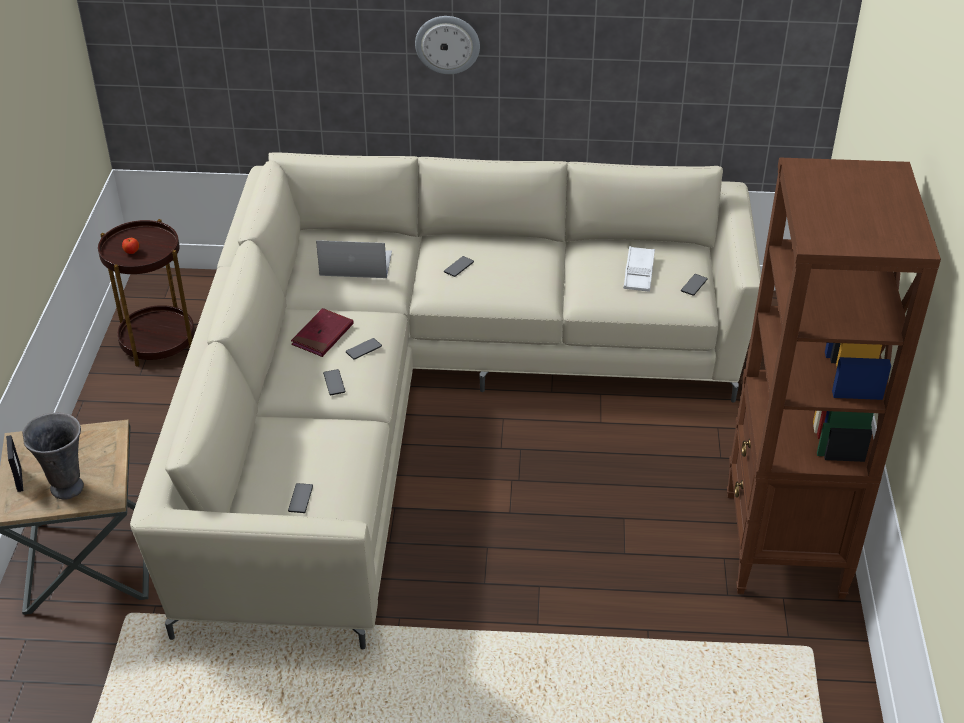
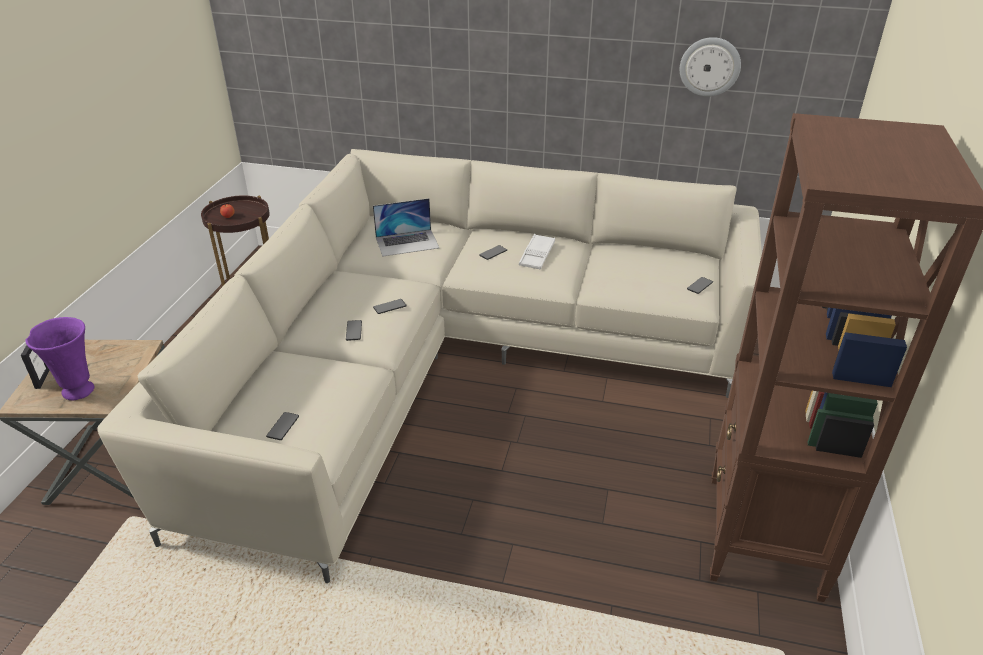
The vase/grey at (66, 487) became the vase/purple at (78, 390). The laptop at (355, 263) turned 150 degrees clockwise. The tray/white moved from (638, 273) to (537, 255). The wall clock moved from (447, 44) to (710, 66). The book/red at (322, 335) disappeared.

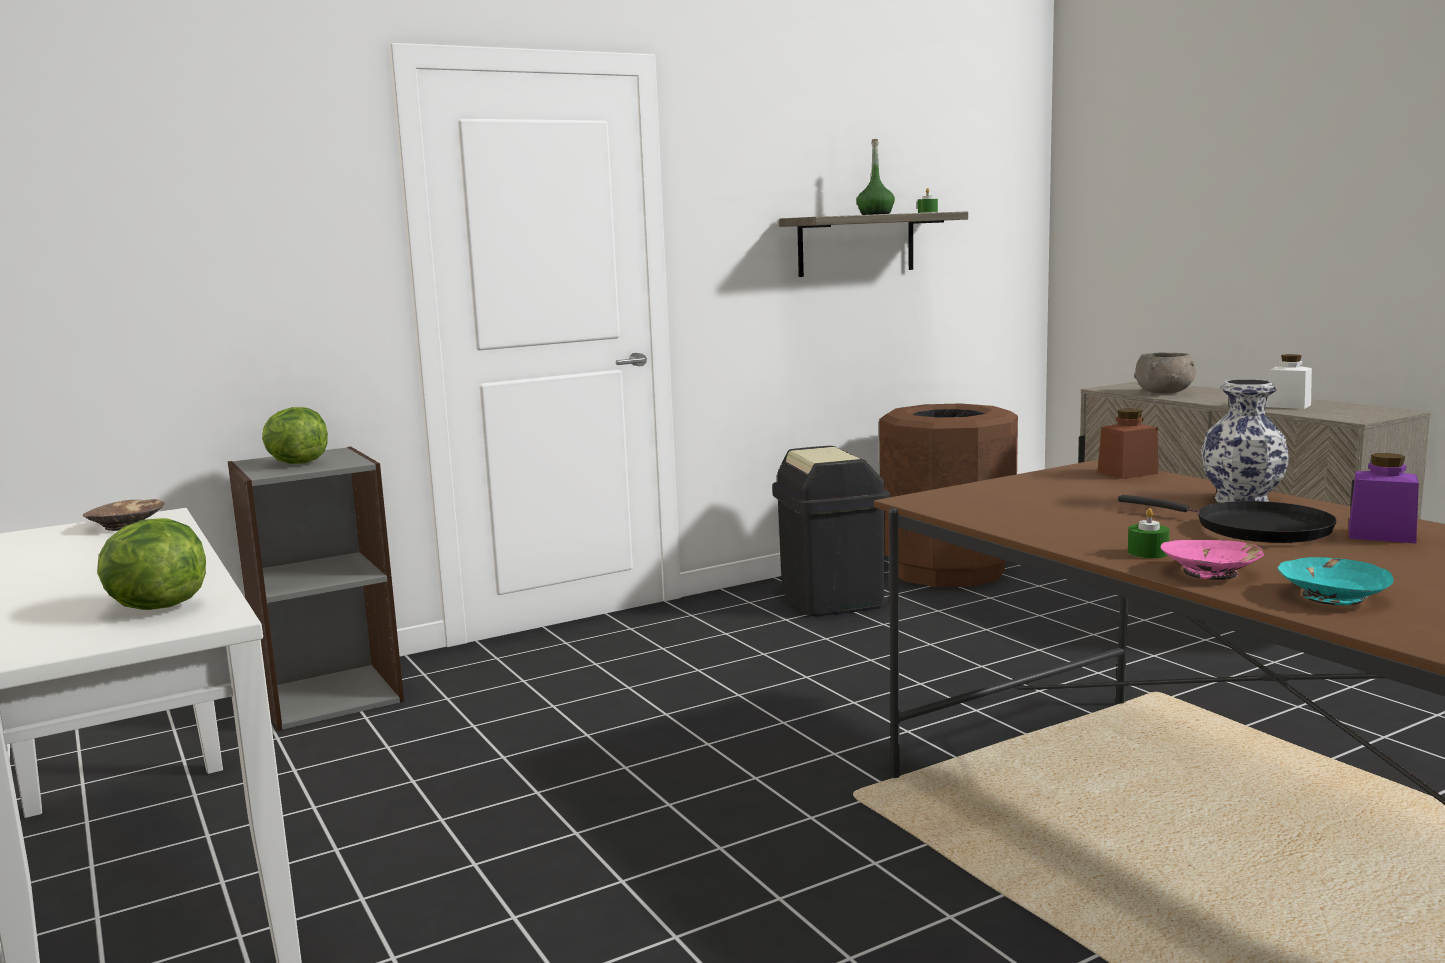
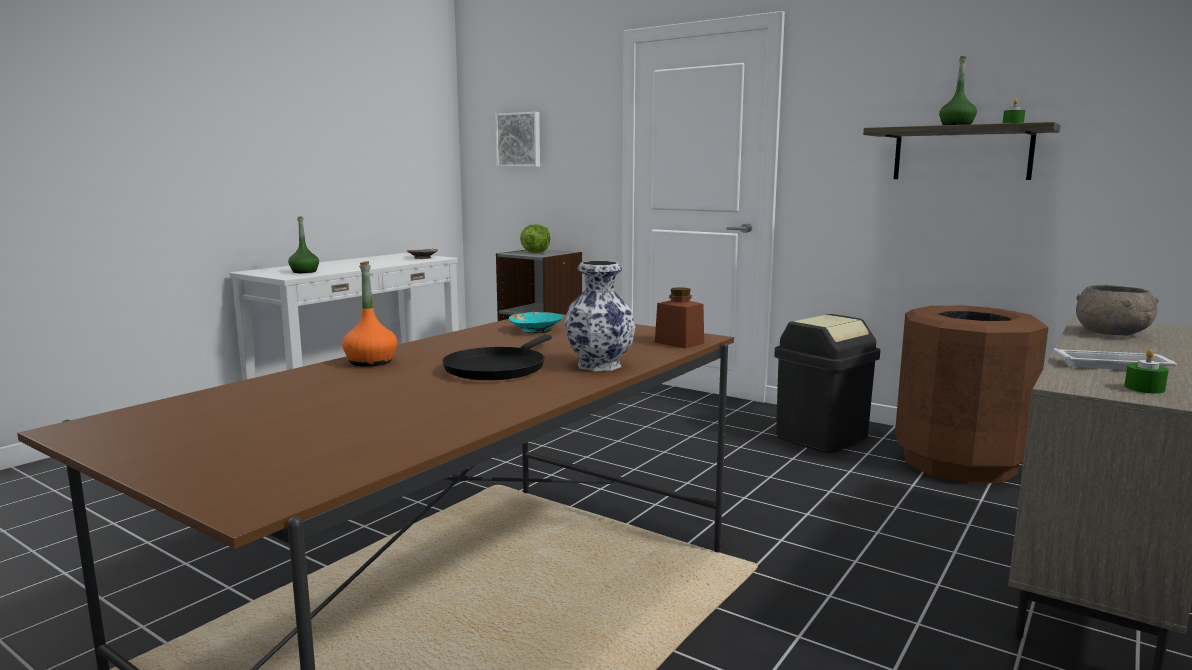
The lettuce at (155, 607) was replaced by the bottle/green at (304, 272). The bowl/pink at (1211, 572) was replaced by the bottle/orange at (370, 362). The picture at (519, 140) appeared. The bowl/turquoise moved from (1331, 596) to (536, 330). The jar/white at (1288, 406) was replaced by the tray/white at (1114, 365). The candle/green moved from (1147, 553) to (1144, 388). The jar/purple at (1381, 535) disappeared.

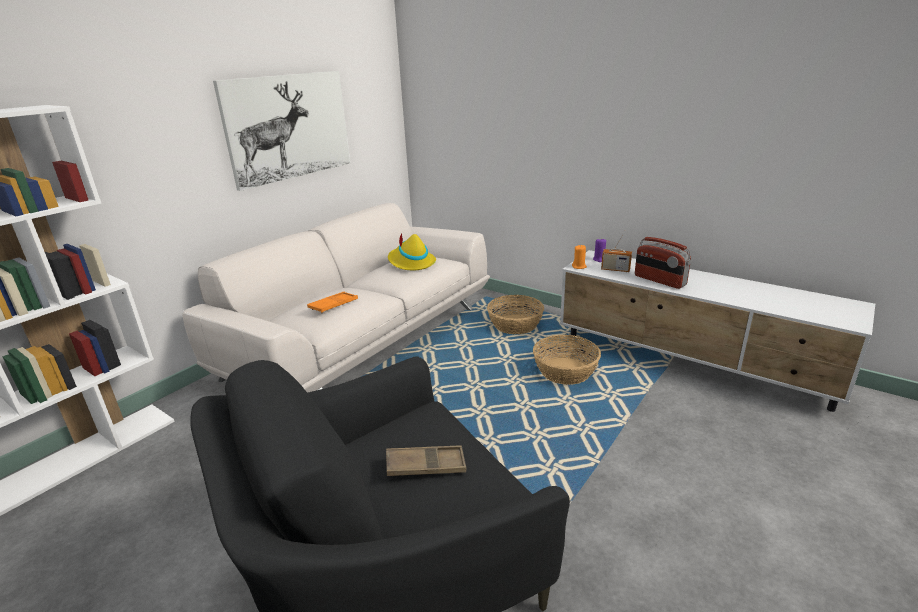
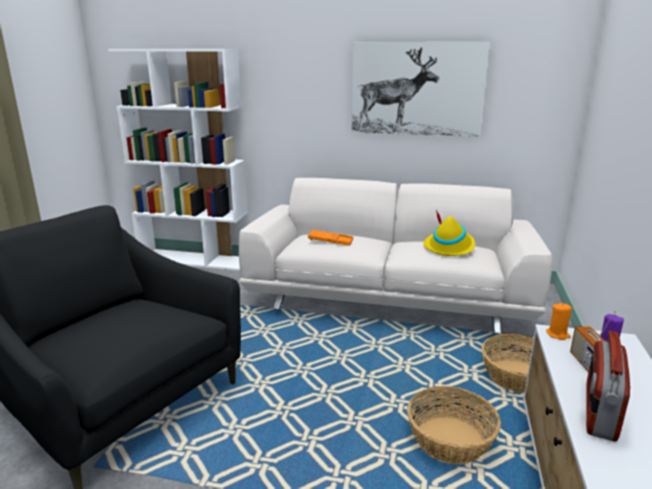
The tray/brown at (426, 466) disappeared.

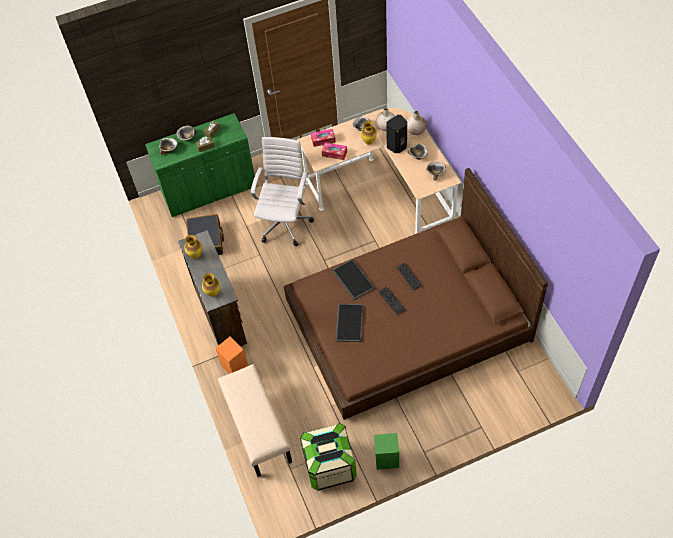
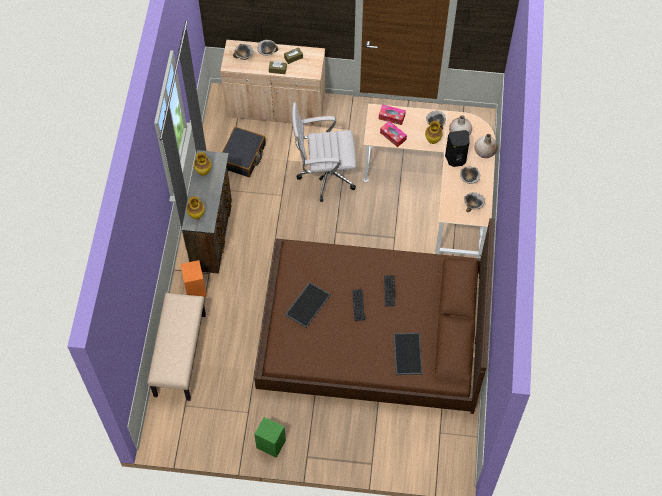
The cabinet/green at (209, 190) became the cabinet/beige at (276, 107). The office chair/white at (285, 222) turned 135 degrees counterclockwise. The tray moved from (352, 279) to (406, 353). The storage box at (330, 466) disappeared.

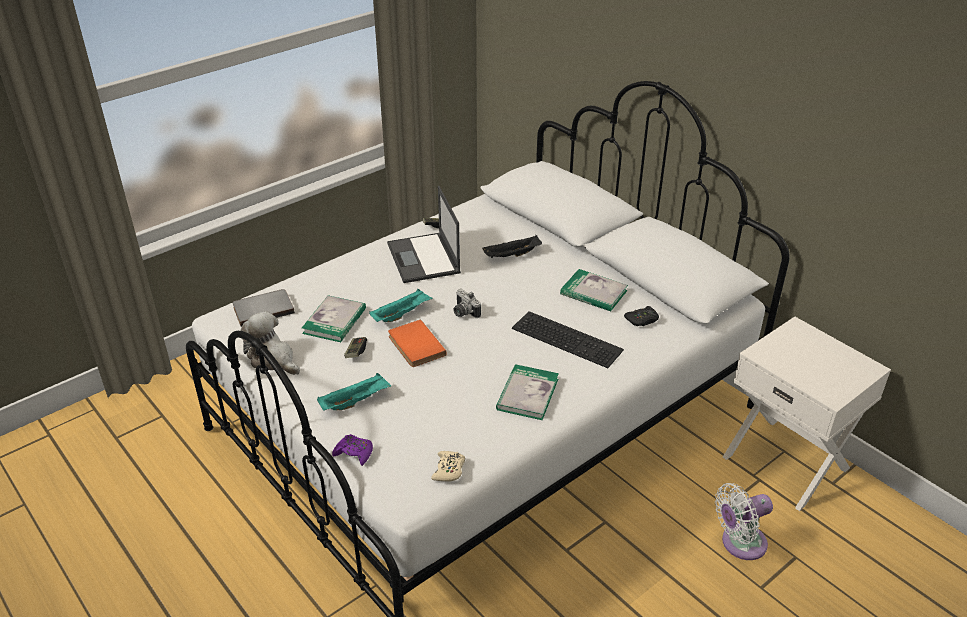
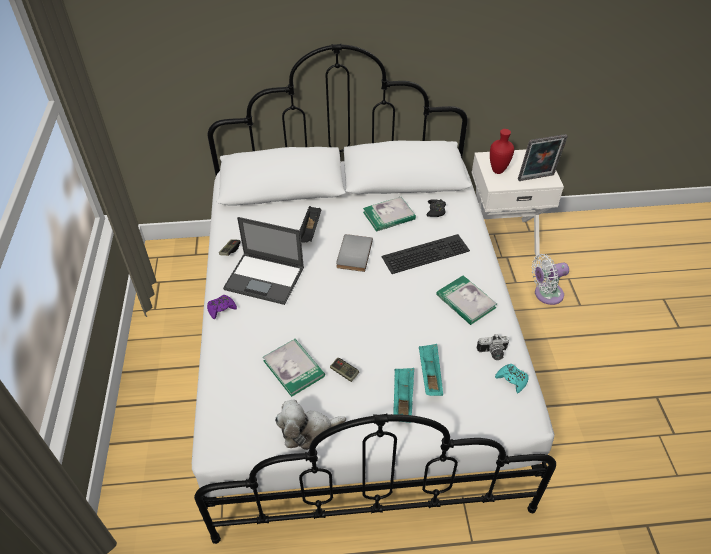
The game controller/purple moved from (354, 453) to (221, 308). The book/grey moved from (263, 309) to (353, 254). The tray/turquoise moved from (401, 314) to (429, 375). The photo camera moved from (463, 312) to (493, 353). The vase/red at (497, 171) appeared. The game controller/beige at (449, 470) became the game controller/turquoise at (512, 379). The picture frame at (536, 178) appeared. The fan/white at (739, 543) turned 60 degrees clockwise. The book/orange at (414, 346) disappeared.

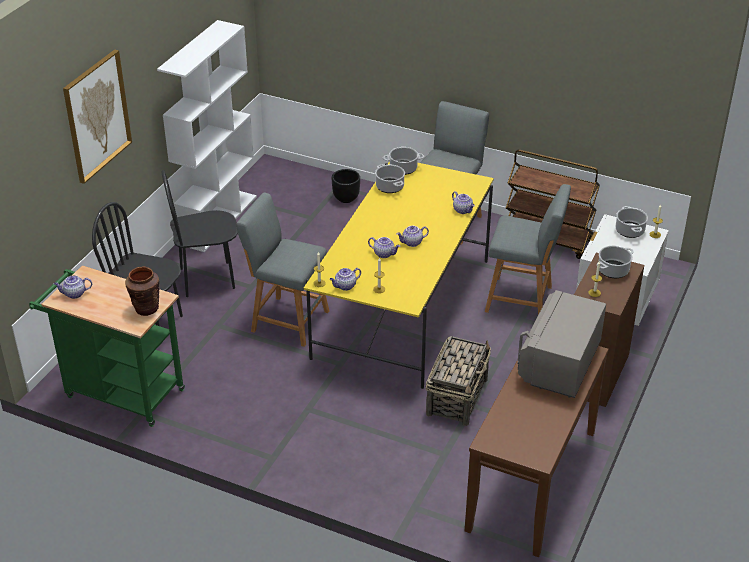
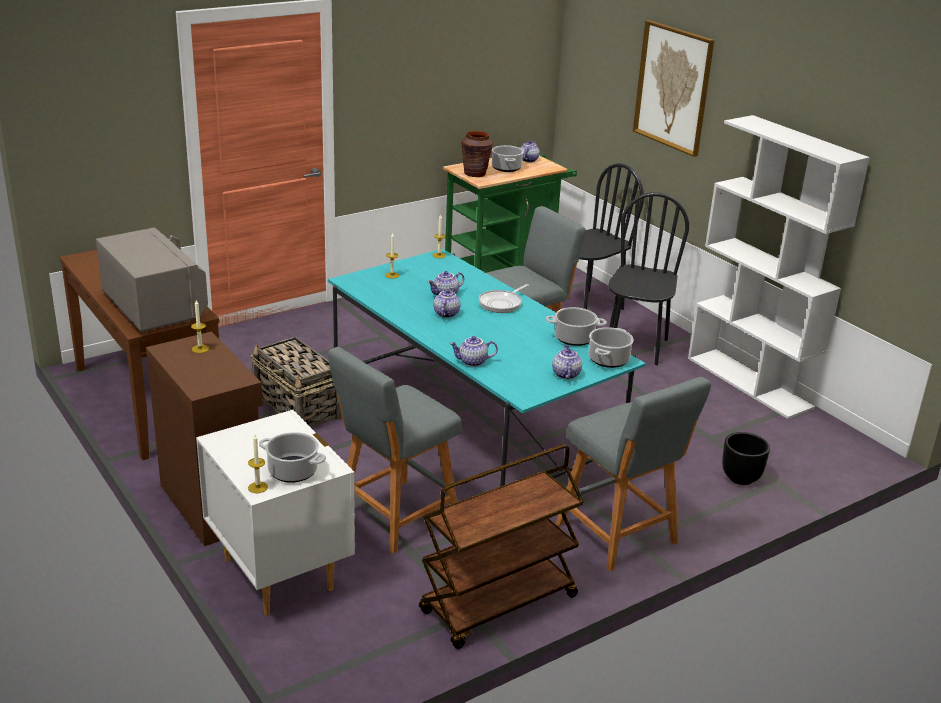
The dining table/yellow at (402, 307) became the dining table/turquoise at (471, 432). The frying pan at (502, 303) appeared. The cooking pot moved from (613, 271) to (506, 168). The teapot moved from (345, 286) to (565, 374).

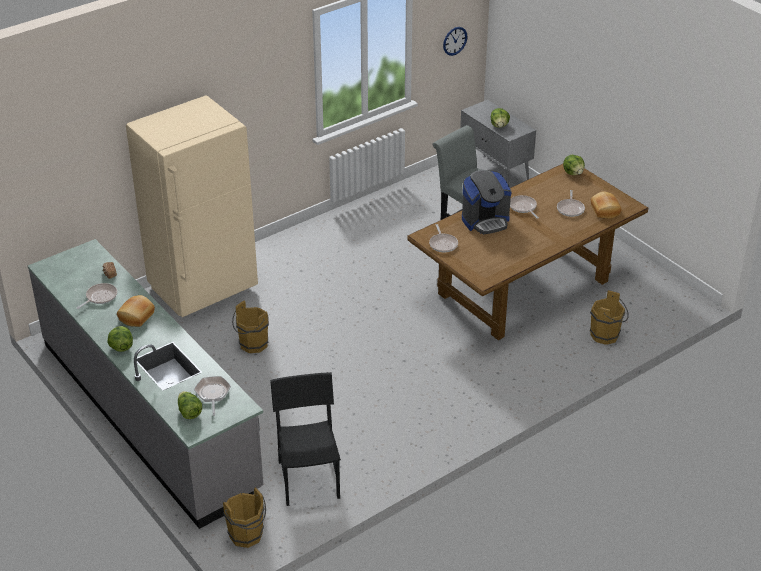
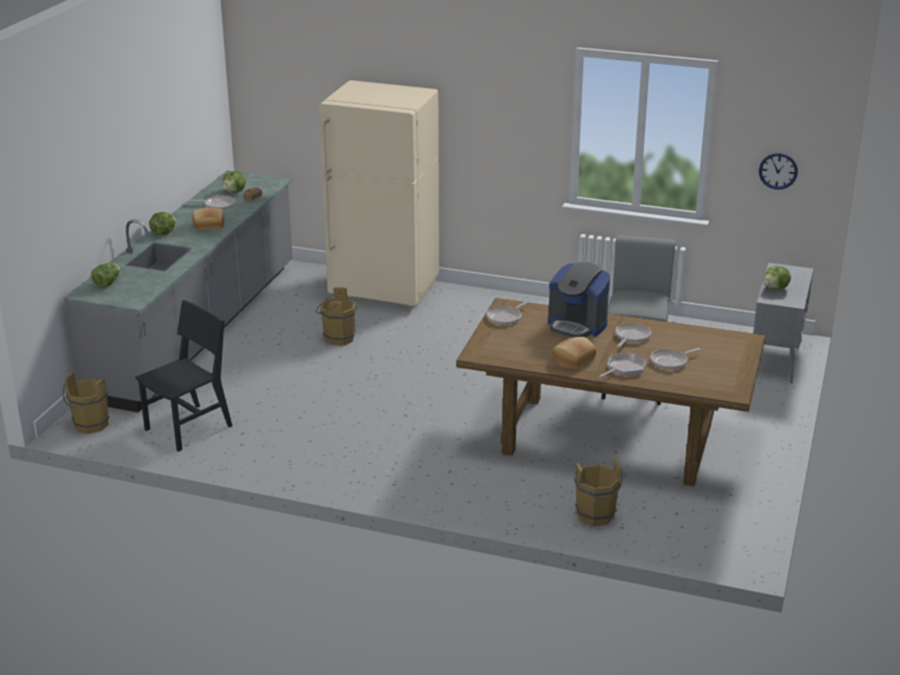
The lettuce moved from (573, 173) to (234, 192). The bread moved from (604, 211) to (572, 359). The frying pan moved from (212, 394) to (623, 368).

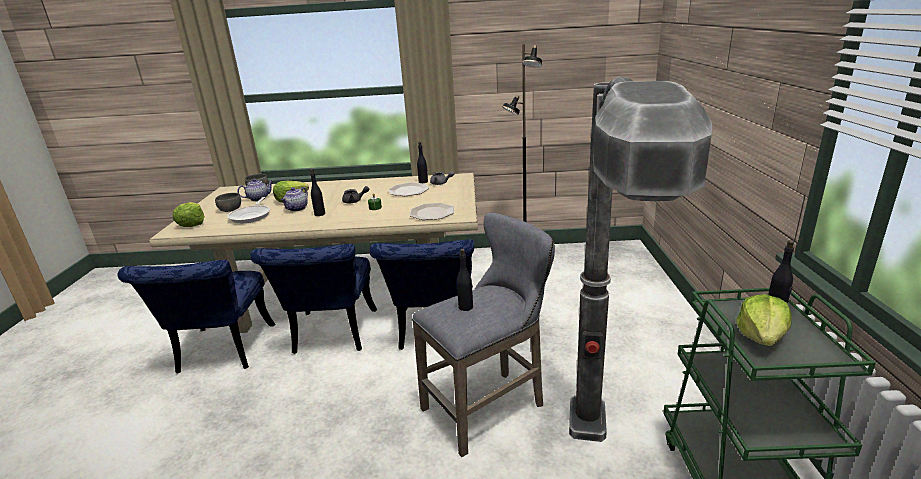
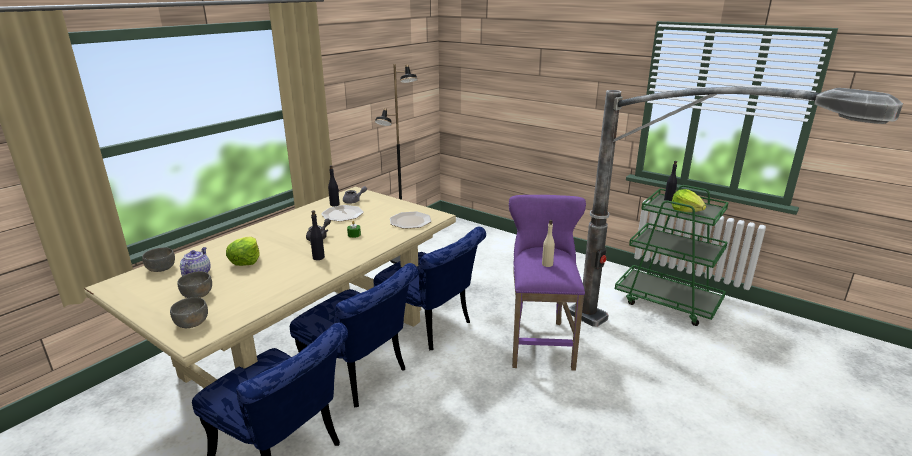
The lettuce at (192, 223) was replaced by the bowl/grey at (192, 323). The stool/grey at (489, 406) became the stool/purple at (540, 340). The bottle/black at (466, 307) became the bottle/beige at (547, 264). The frying pan at (251, 216) disappeared. The teapot at (297, 209) disappeared.

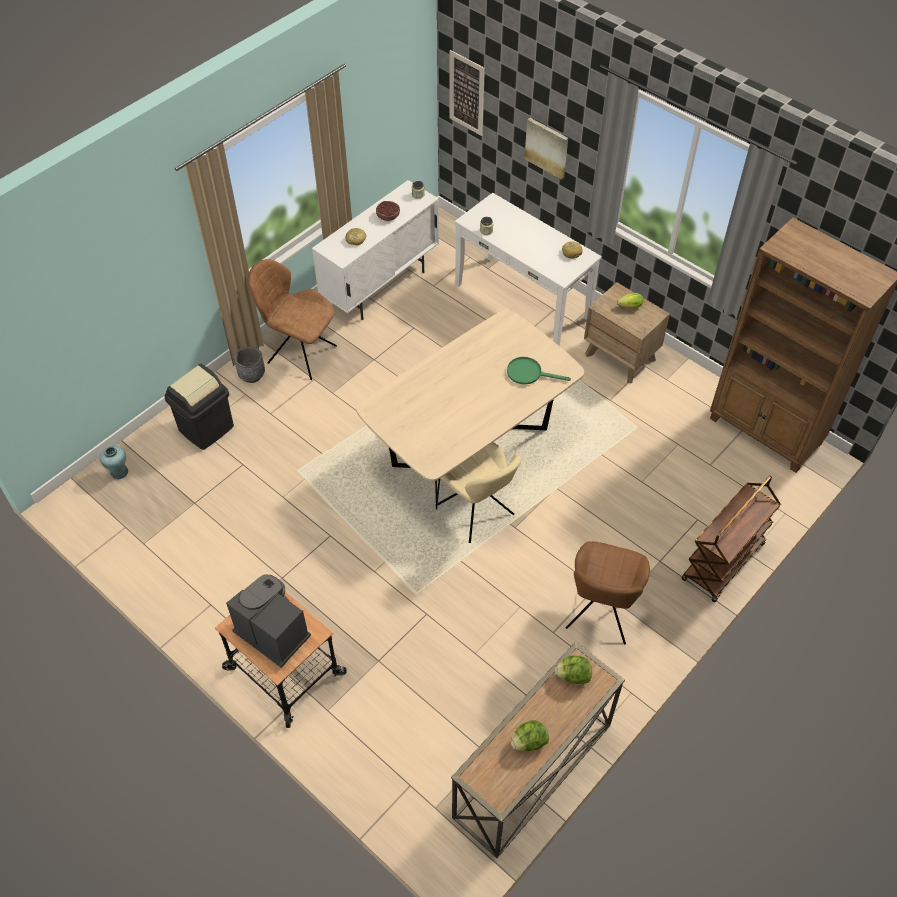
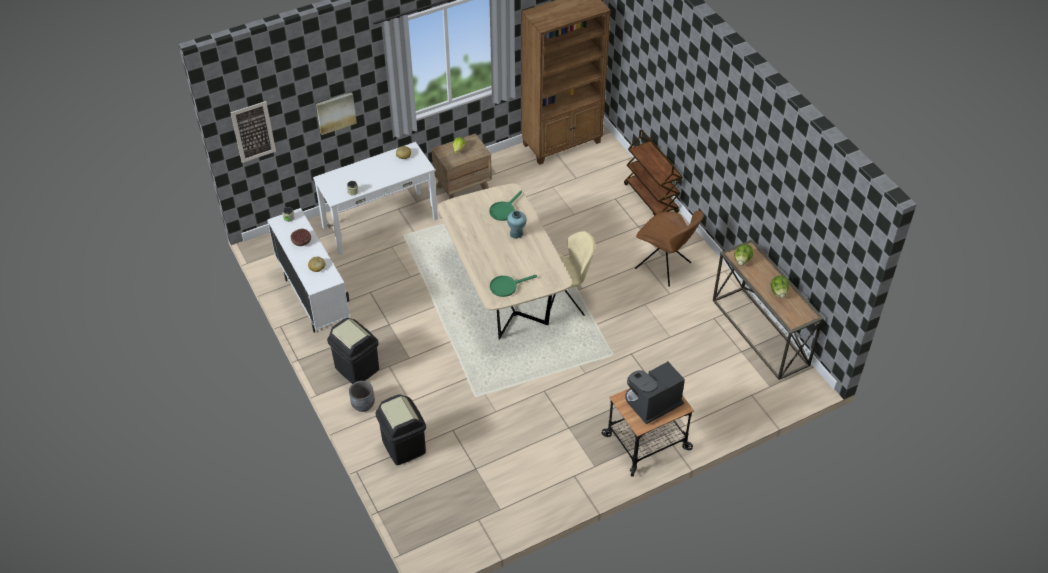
The chair/brown at (300, 353) was replaced by the trash can/black at (356, 369). The frying pan/green at (507, 286) appeared. The vase/turquoise moved from (119, 472) to (516, 233).

